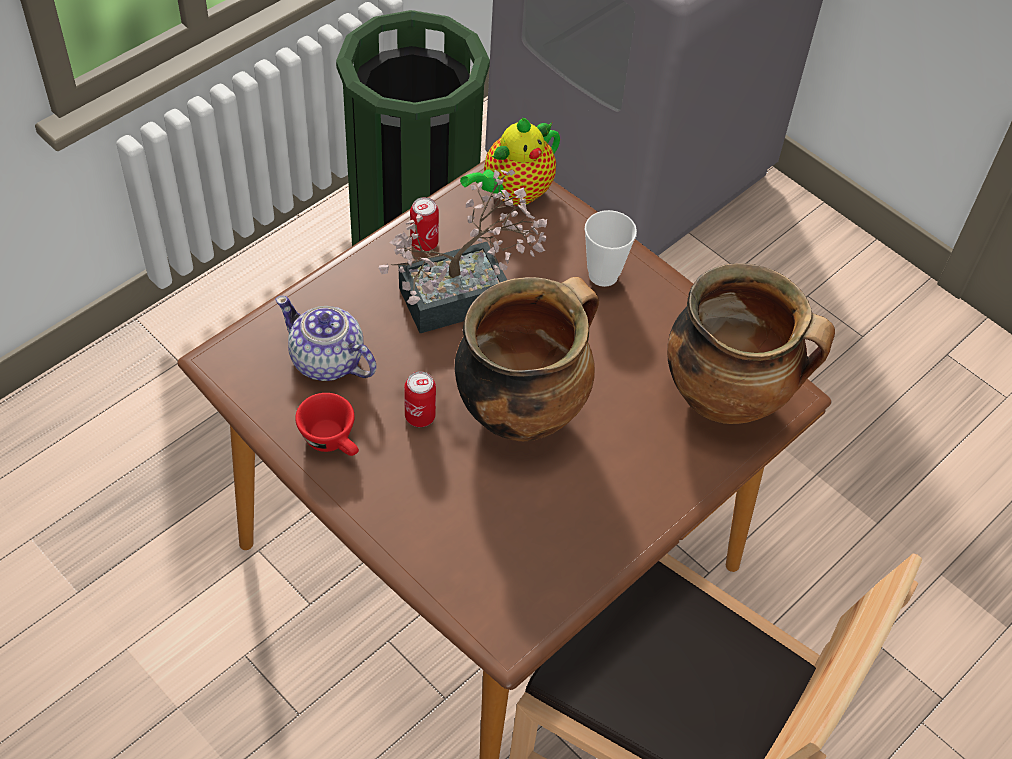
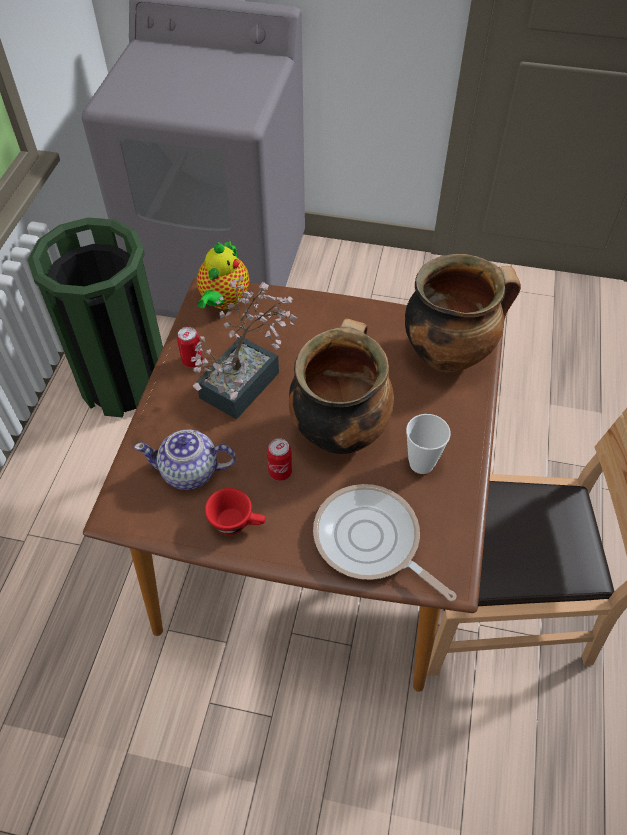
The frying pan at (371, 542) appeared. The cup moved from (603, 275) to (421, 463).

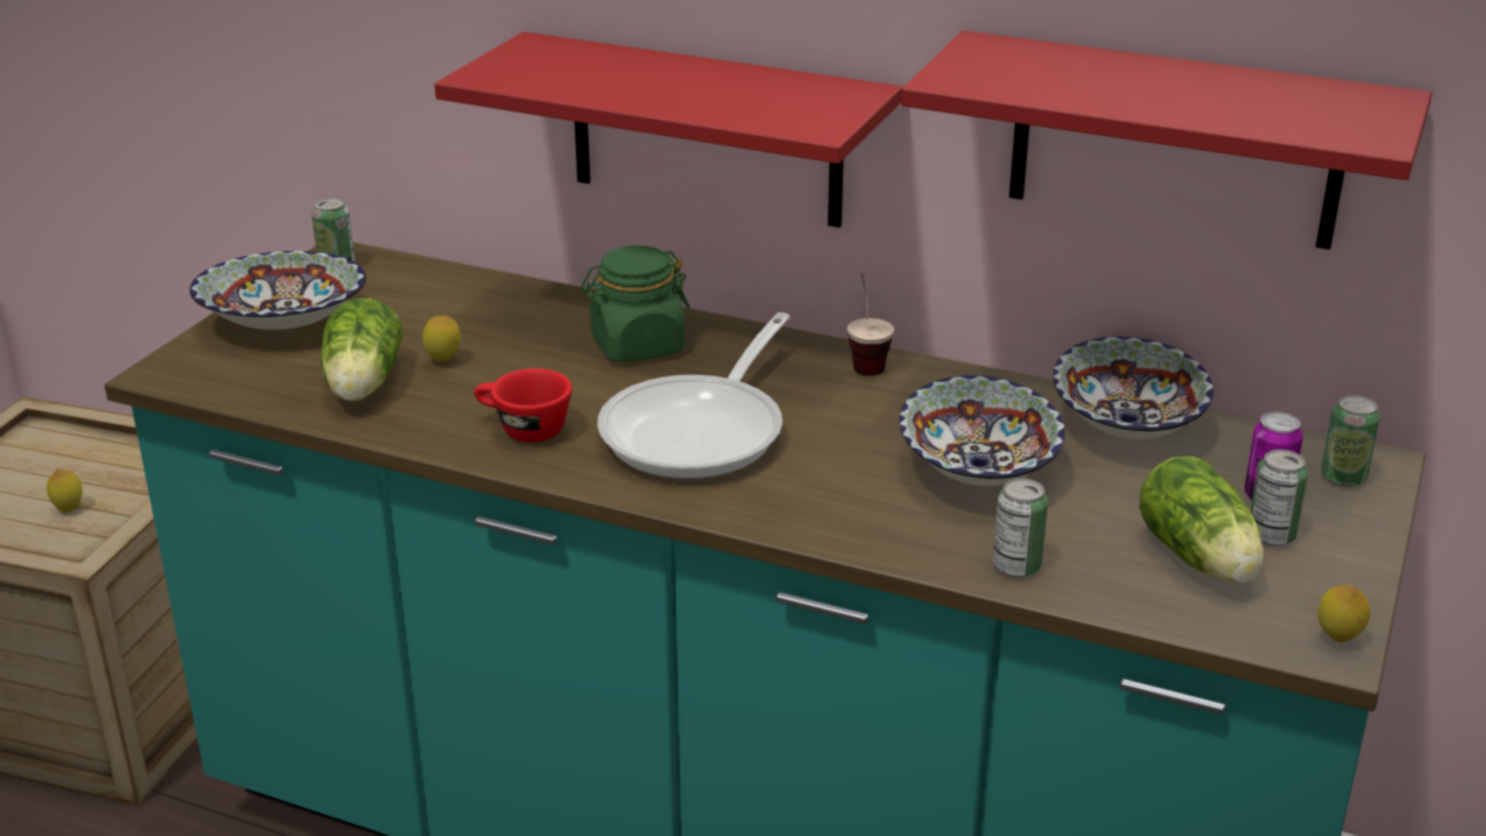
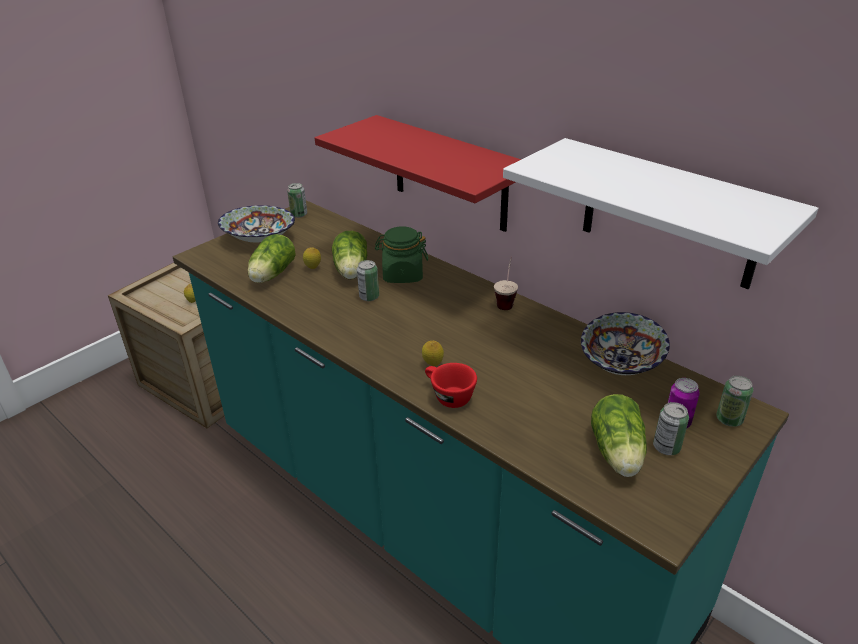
The lettuce at (351, 271) appeared. The can moved from (1016, 566) to (369, 297). The lemon moved from (1337, 640) to (433, 365). The cup/red moved from (522, 430) to (448, 396). The shelf/red at (1176, 141) became the shelf/white at (669, 214). The frying pan at (701, 431) disappeared. The bowl at (980, 471) disappeared.

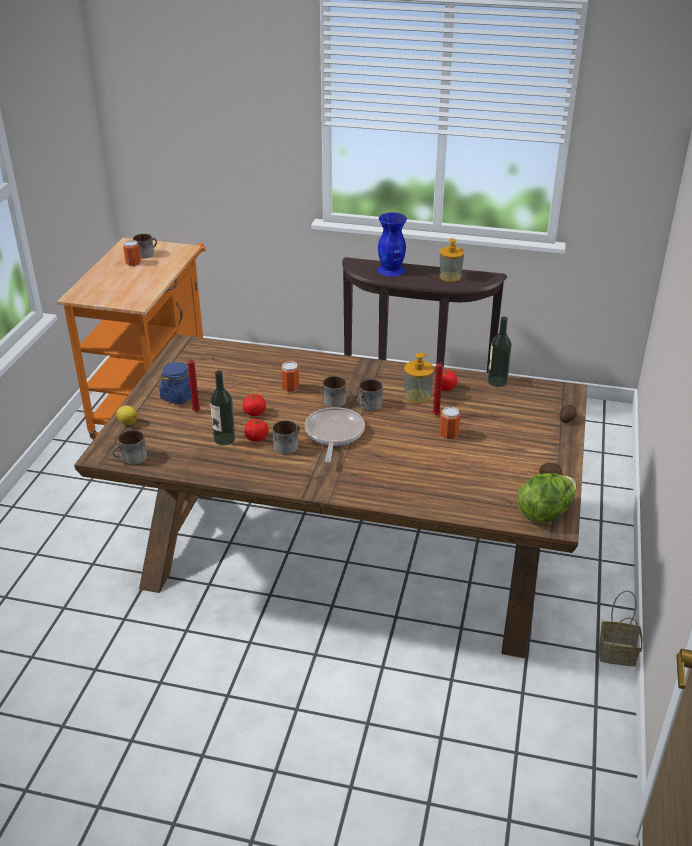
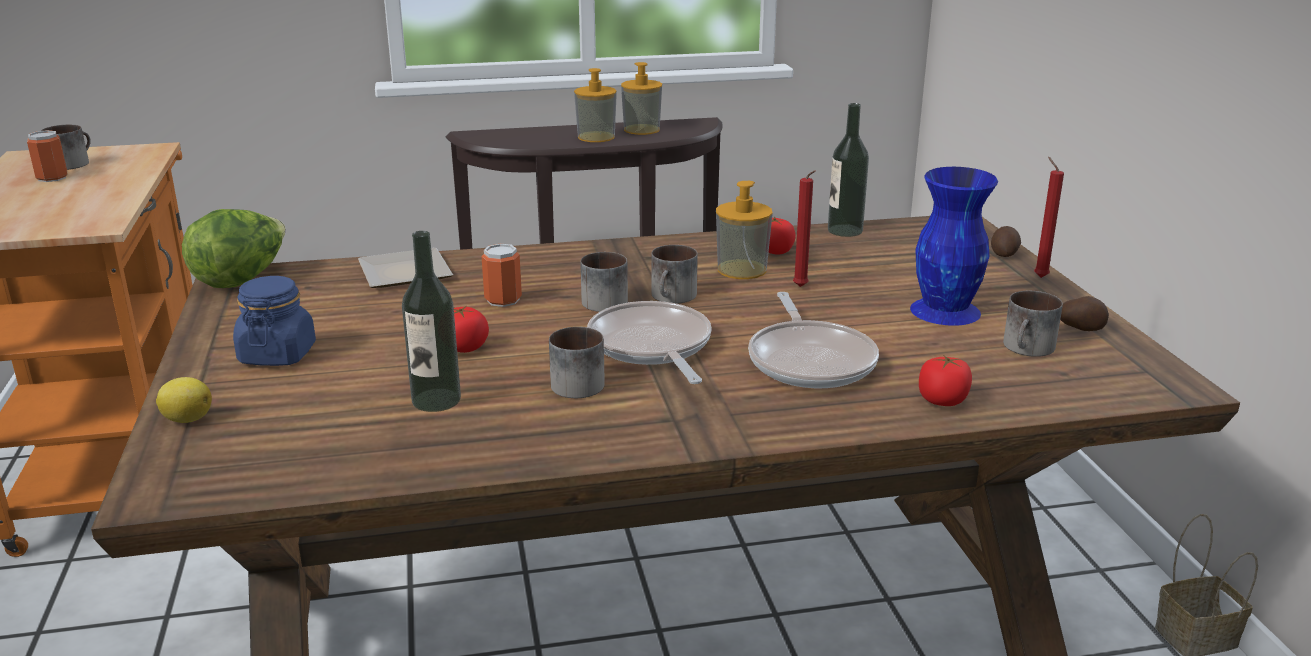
The lettuce moved from (545, 512) to (242, 279). The plate at (407, 272) appeared. The soap dispenser at (596, 137) appeared. The frying pan at (810, 360) appeared. The vase/blue moved from (391, 270) to (946, 311). The tomato moved from (256, 438) to (942, 400). The mug moved from (131, 459) to (1029, 349). The candle/red moved from (196, 411) to (1039, 276). The can at (448, 435) disappeared.

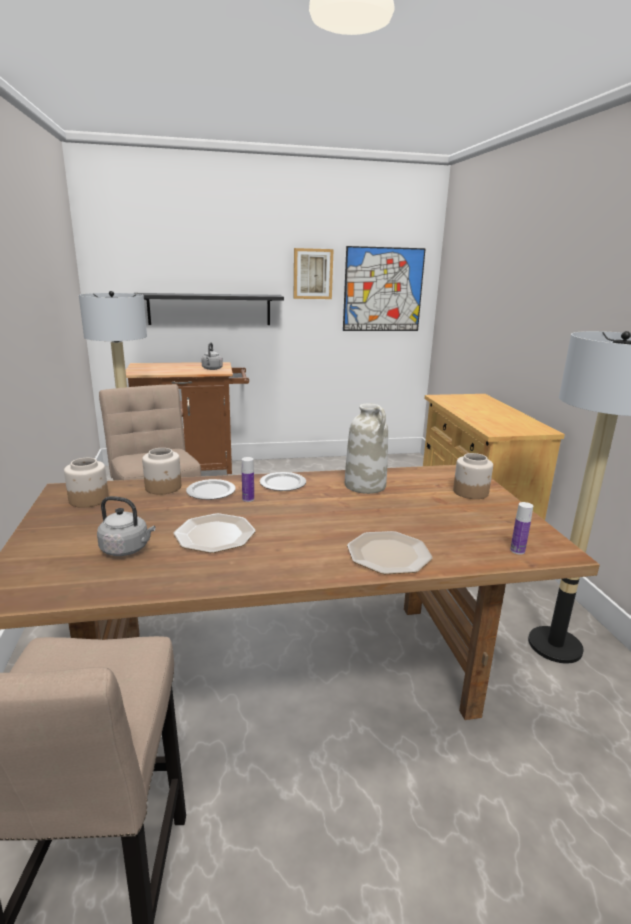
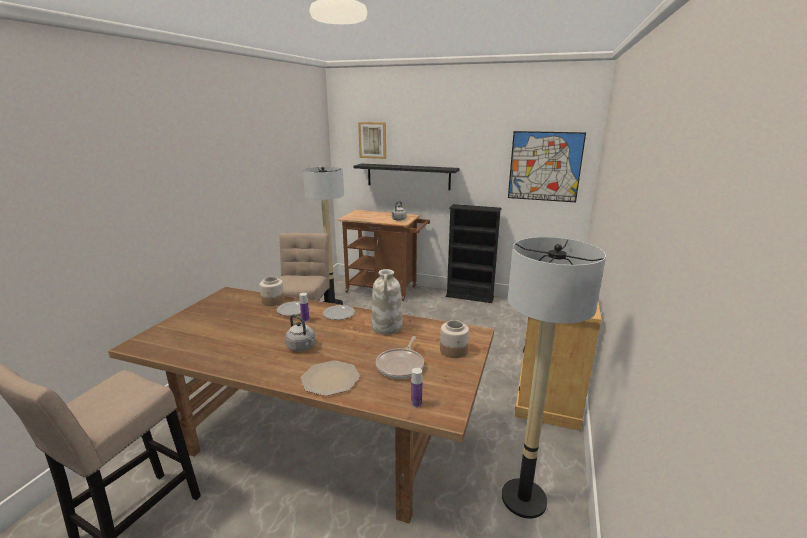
The kettle/grey moved from (127, 549) to (302, 347). The picture moved from (312, 274) to (372, 140). The frying pan at (401, 365) appeared. The bookcase/black at (470, 296) appeared. The jar at (88, 500) disappeared. The plate at (214, 534) disappeared.

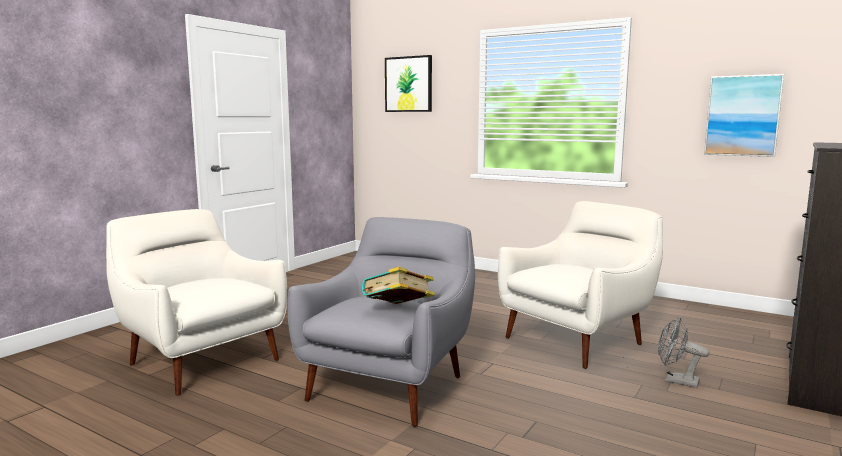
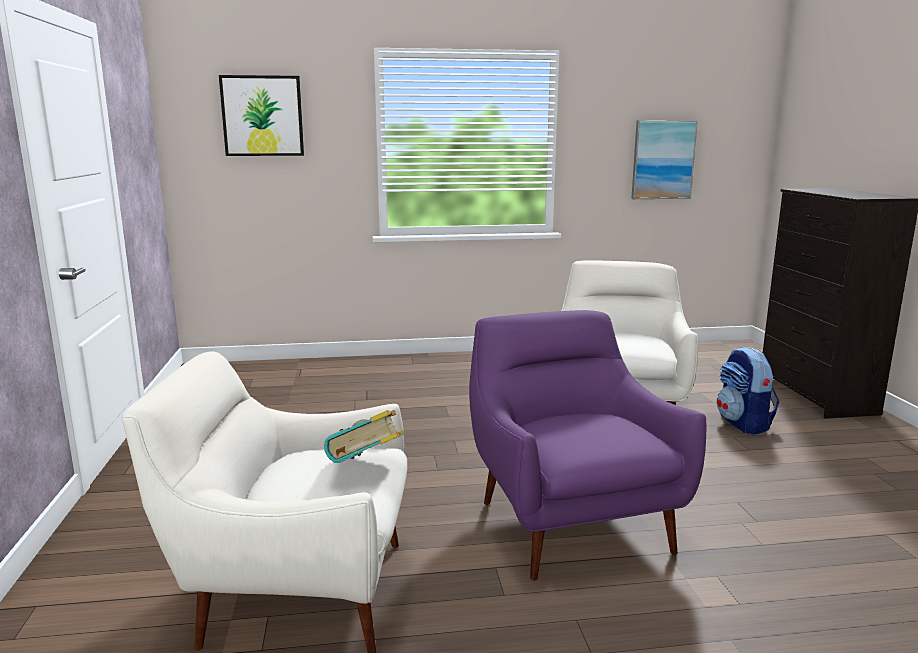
The book moved from (398, 311) to (367, 468). The armchair/grey at (389, 385) became the armchair/purple at (570, 521). The fan/grey at (676, 381) was replaced by the backpack at (743, 424).

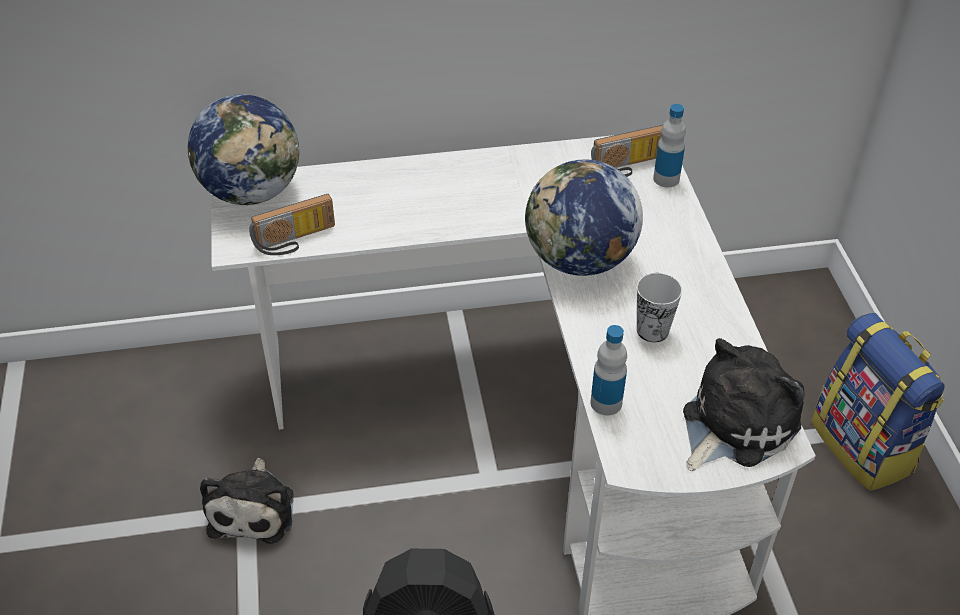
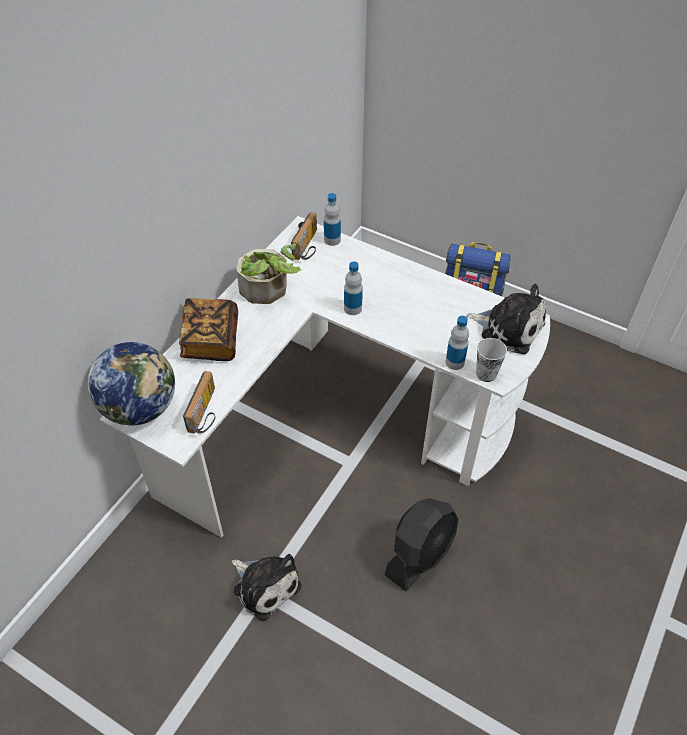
The book at (211, 340) appeared. The potted plant at (268, 290) appeared. The globe at (579, 260) was replaced by the bottle at (353, 308). The plush toy at (734, 424) turned 120 degrees clockwise. The cup moved from (652, 330) to (486, 373).

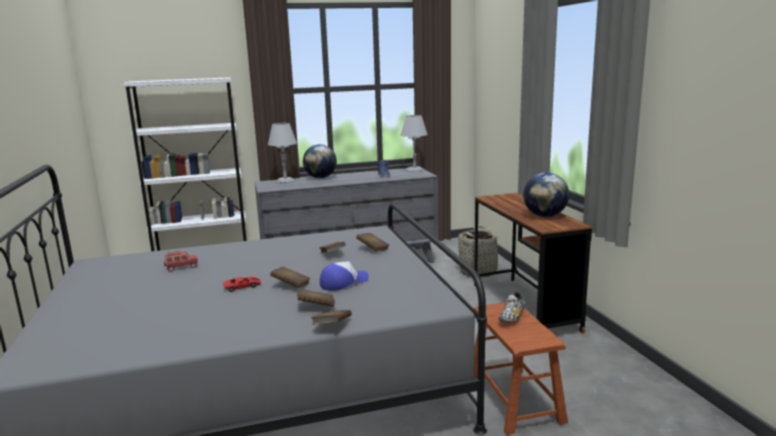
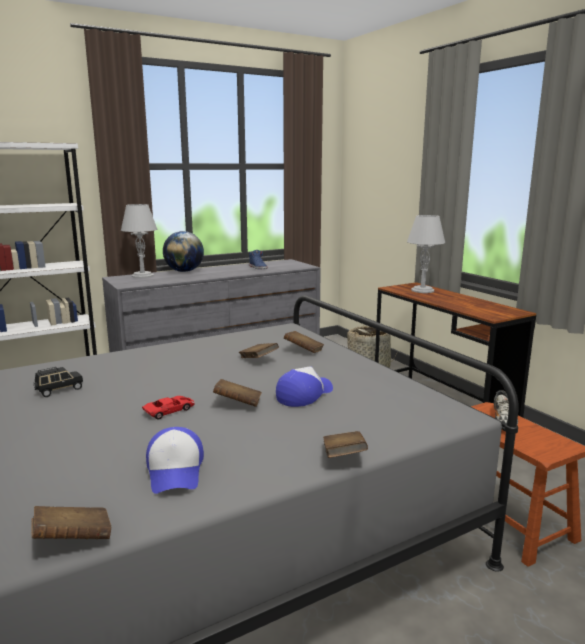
The book/brown moved from (316, 307) to (73, 540). The toy car/red at (181, 267) became the toy car/black at (59, 390). The cap at (176, 471) appeared. The table lamp/grey moved from (414, 170) to (423, 290). The globe at (545, 216) disappeared.

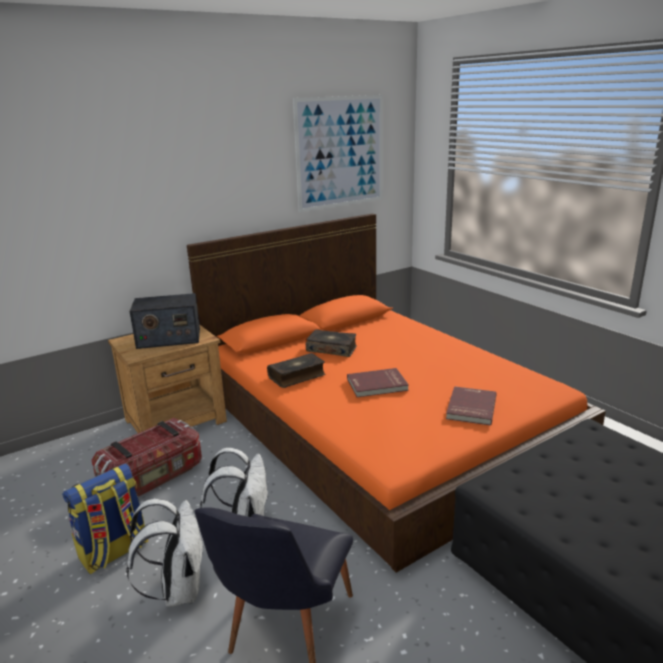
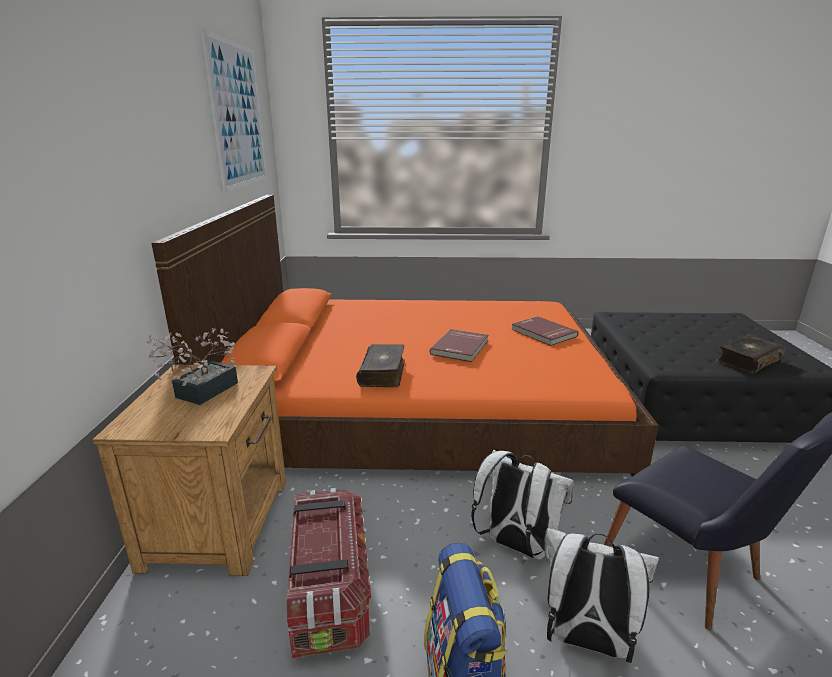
The radio at (168, 338) was replaced by the potted plant at (201, 393). The book moved from (332, 349) to (746, 361).

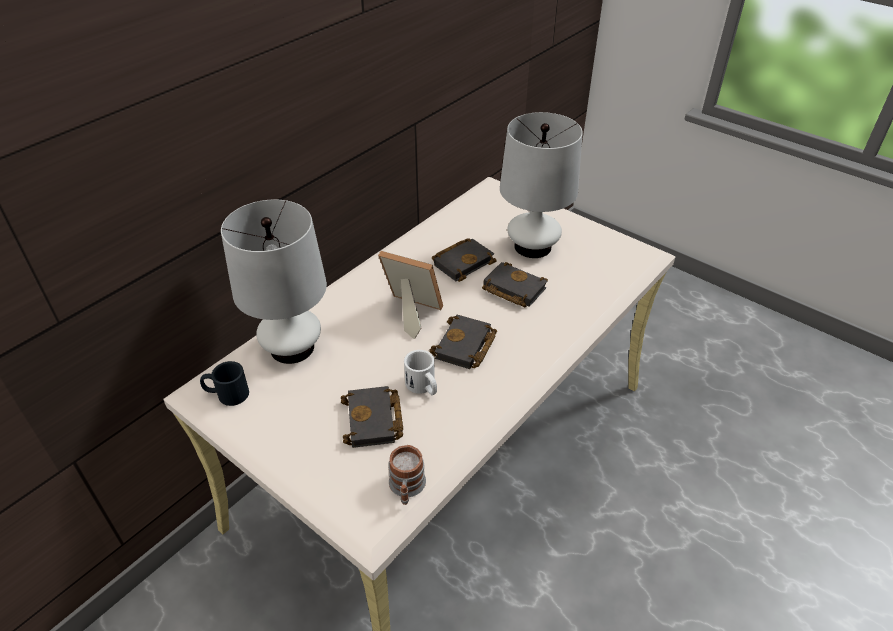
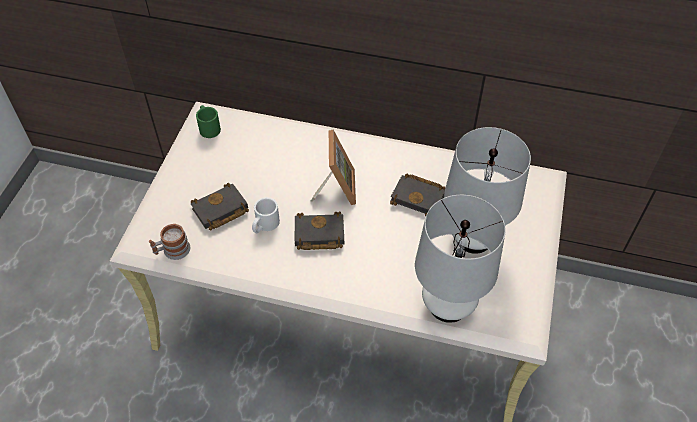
The mug/black at (226, 394) became the mug/green at (208, 127). The table lamp/white moved from (292, 348) to (448, 305). The book/black at (512, 289) disappeared.

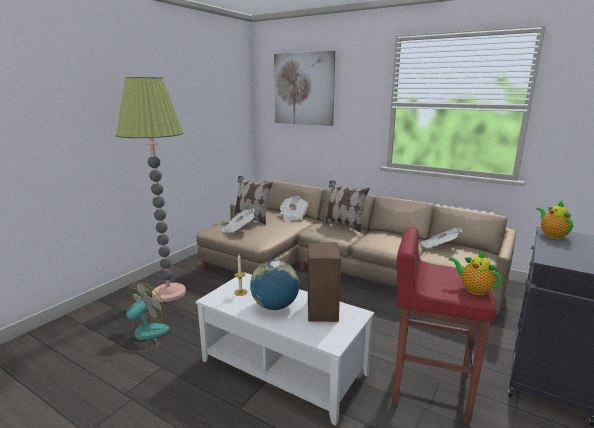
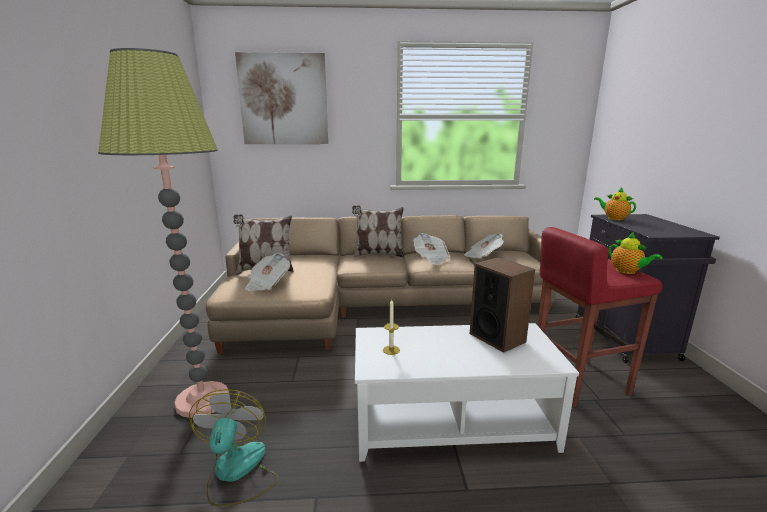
The newspaper moved from (293, 216) to (431, 258). The teapot at (473, 289) turned 135 degrees counterclockwise. The globe at (275, 306) disappeared.

